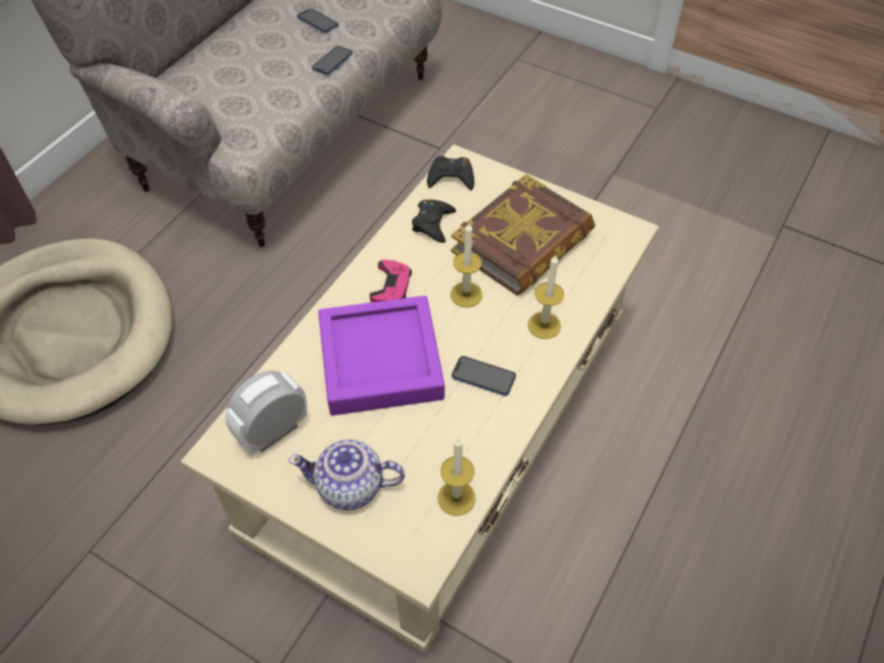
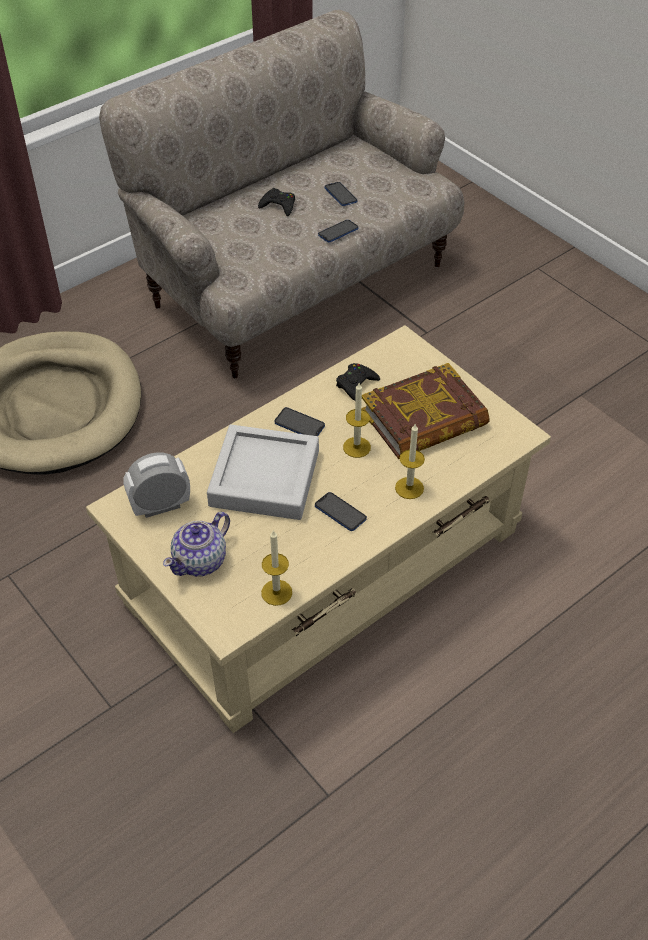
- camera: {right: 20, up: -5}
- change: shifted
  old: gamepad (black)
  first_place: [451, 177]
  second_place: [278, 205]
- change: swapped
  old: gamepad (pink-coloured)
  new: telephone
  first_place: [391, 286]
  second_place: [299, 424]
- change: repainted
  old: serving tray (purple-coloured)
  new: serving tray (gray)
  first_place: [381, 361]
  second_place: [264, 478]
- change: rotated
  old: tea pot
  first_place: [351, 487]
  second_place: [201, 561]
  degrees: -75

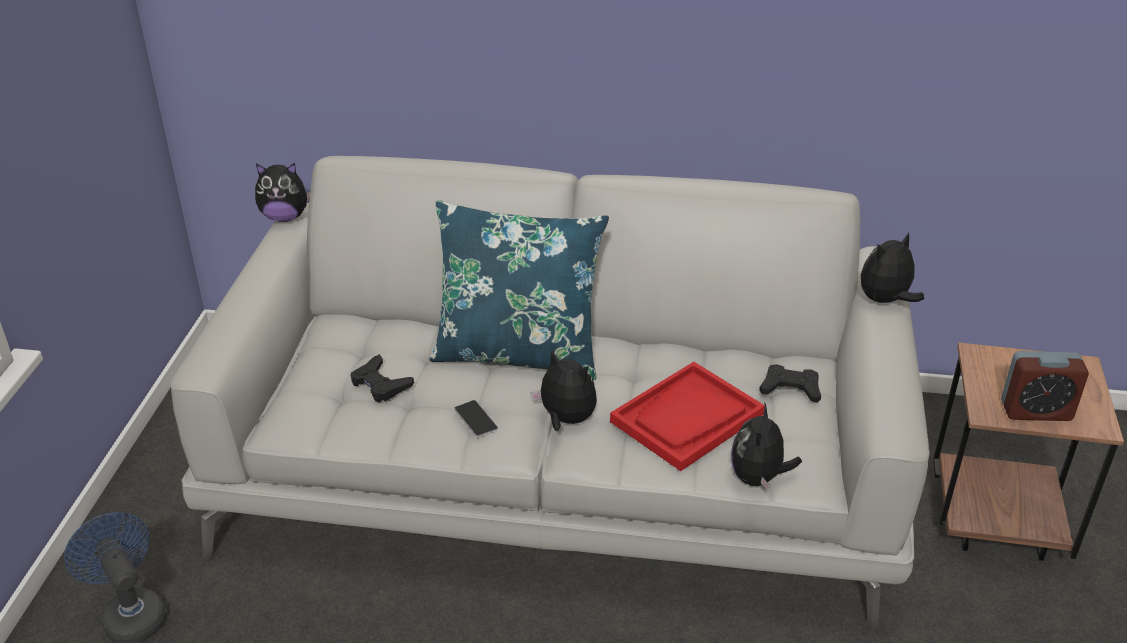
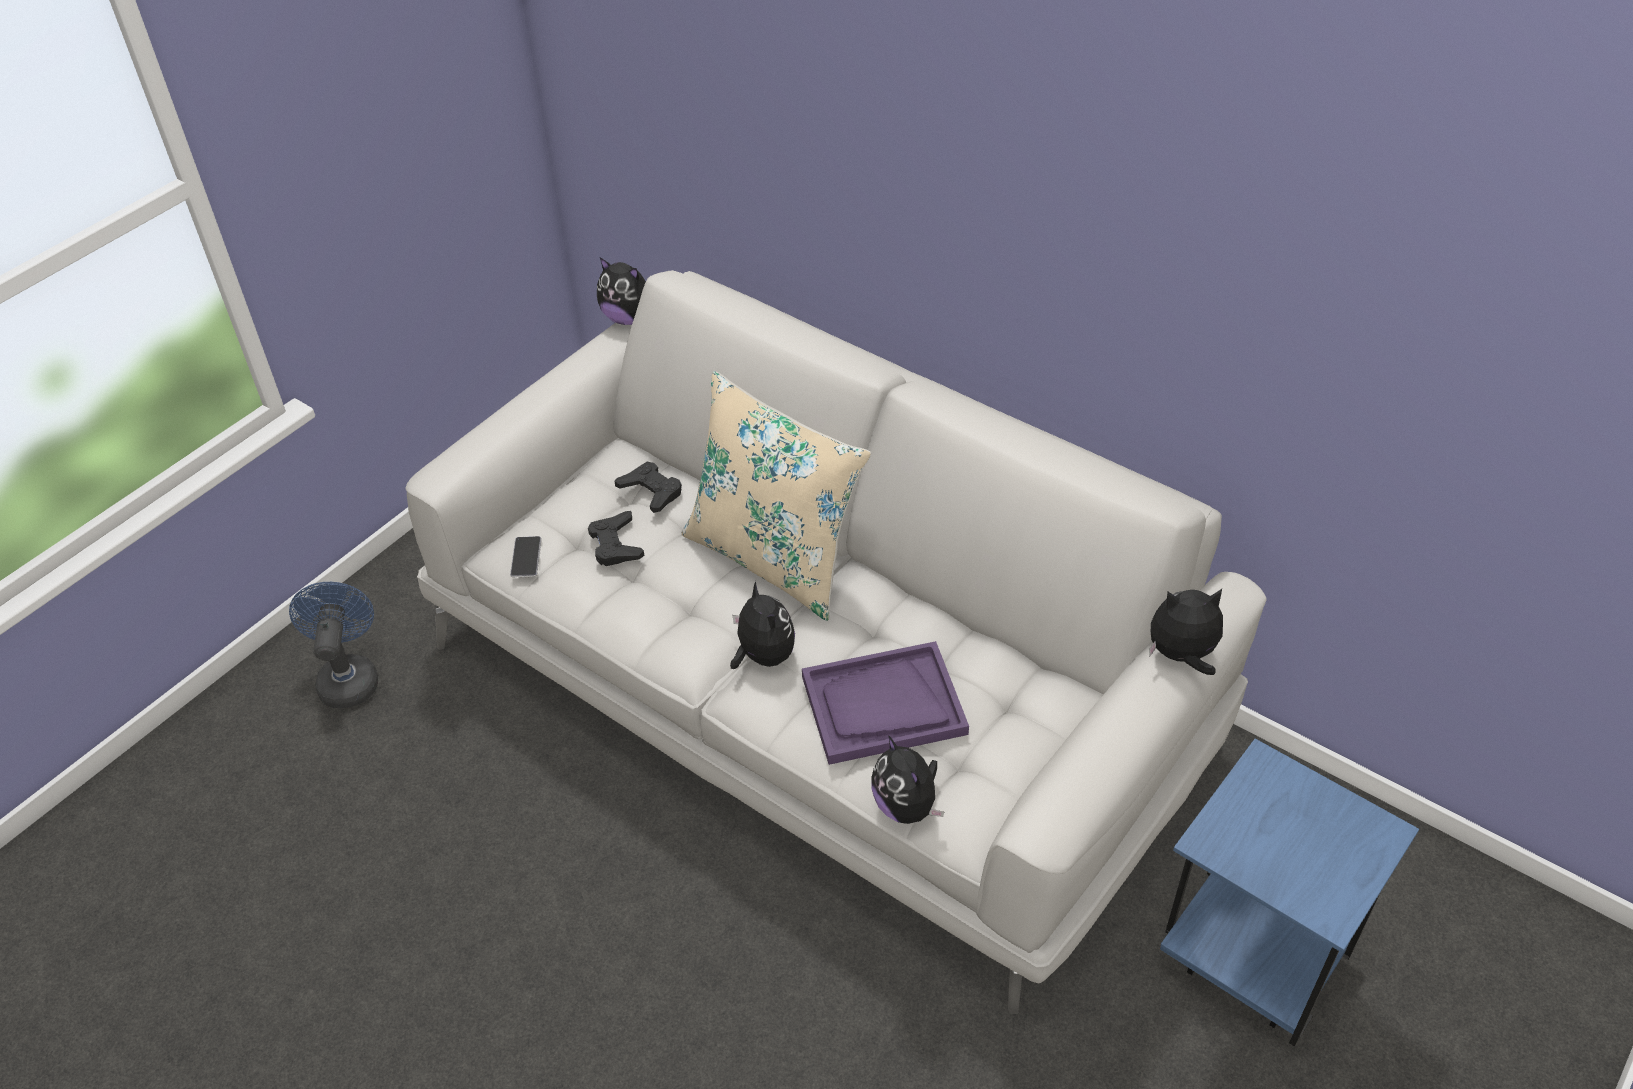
- camera: {right: 30, up: 10}
- change: repainted
  old: pillow (bluish)
  new: pillow (beige-coloured)
  first_place: [518, 353]
  second_place: [774, 557]
- change: repainted
  old: side table (brown-coloured)
  new: side table (bluish)
  first_place: [995, 524]
  second_place: [1253, 959]
- change: gone
  old: table clock
  first_place: [1036, 411]
- change: repainted
  old: serving tray (red-coloured)
  new: serving tray (purple-coloured)
  first_place: [687, 418]
  second_place: [883, 706]
- change: shifted
  old: gamepad (black)
  first_place: [790, 388]
  second_place: [651, 491]
- change: shifted
  old: telephone
  first_place: [476, 419]
  second_place: [526, 558]
- change: rotated
  old: cuddly toy
  first_place: [758, 478]
  second_place: [907, 806]
  degrees: -75

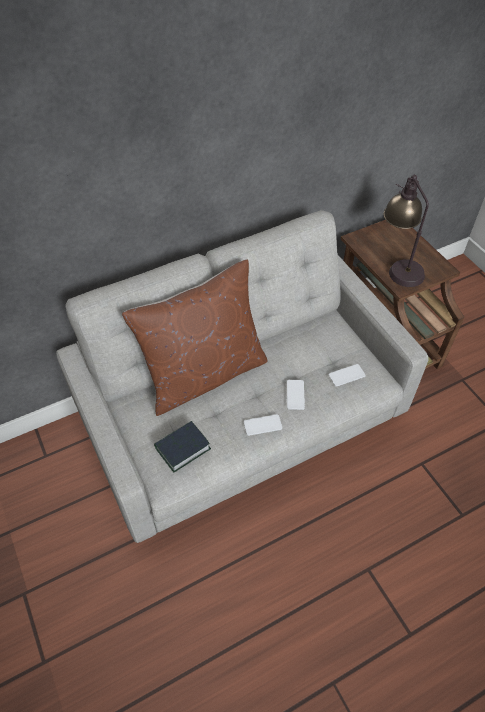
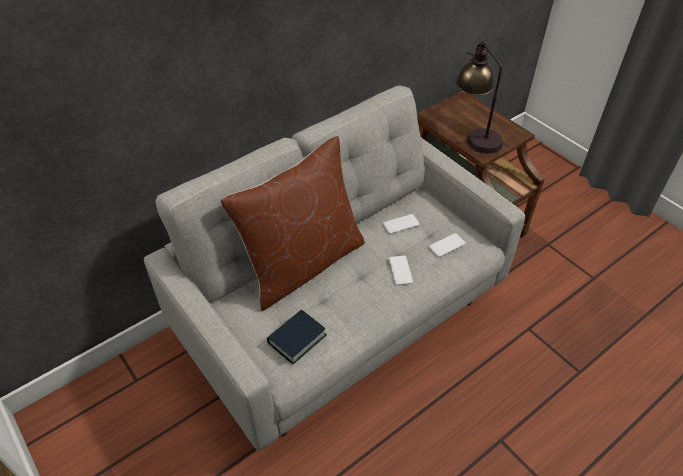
- camera: {right: -10, up: -5}
- change: shifted
  old: telephone
  first_place: [262, 425]
  second_place: [401, 224]

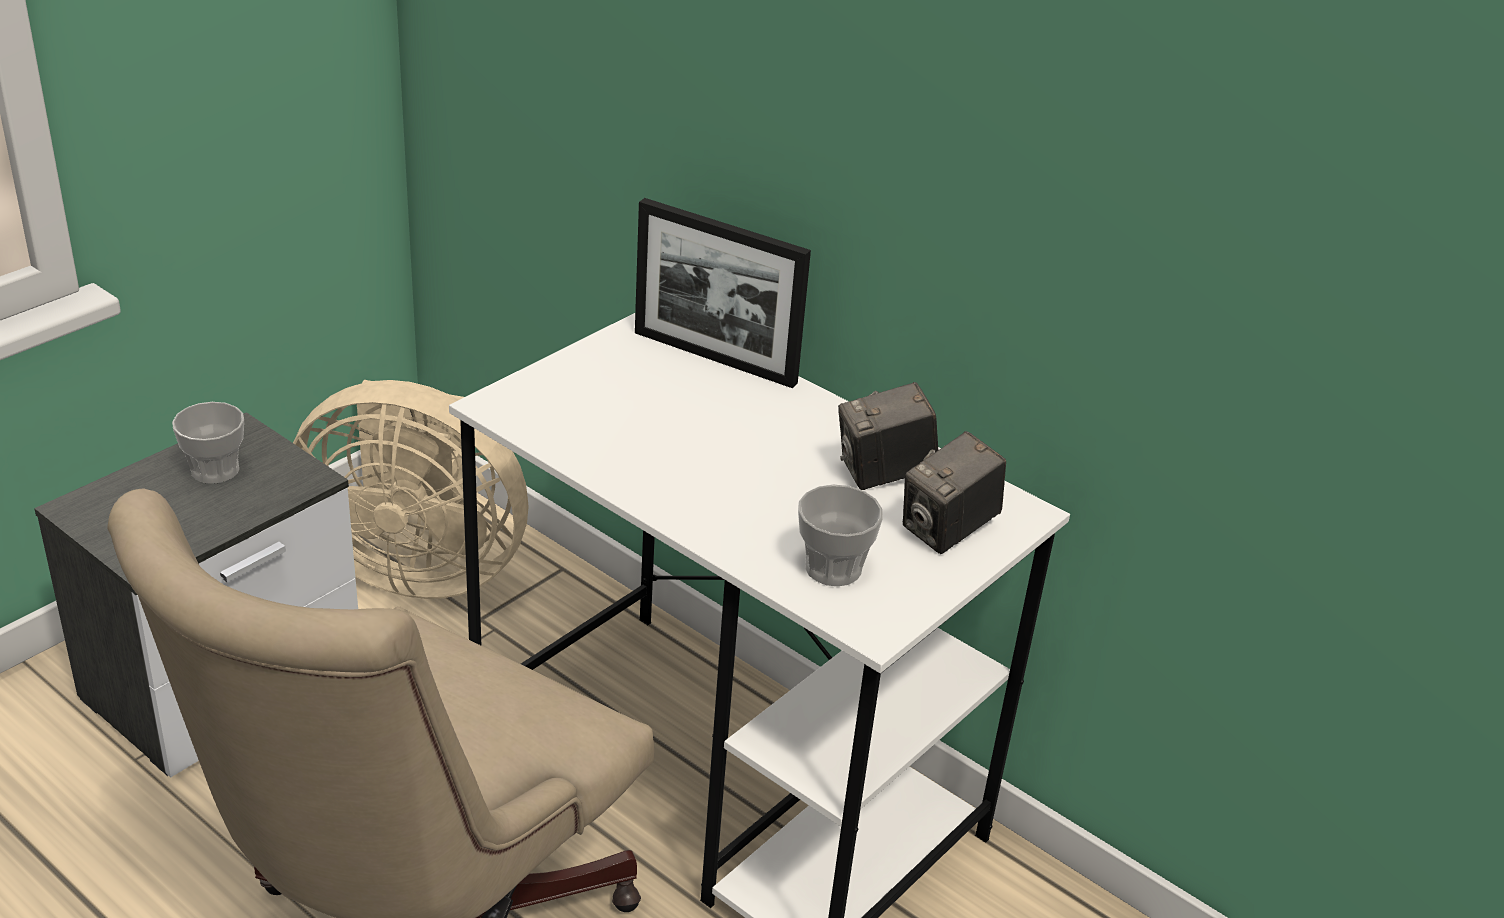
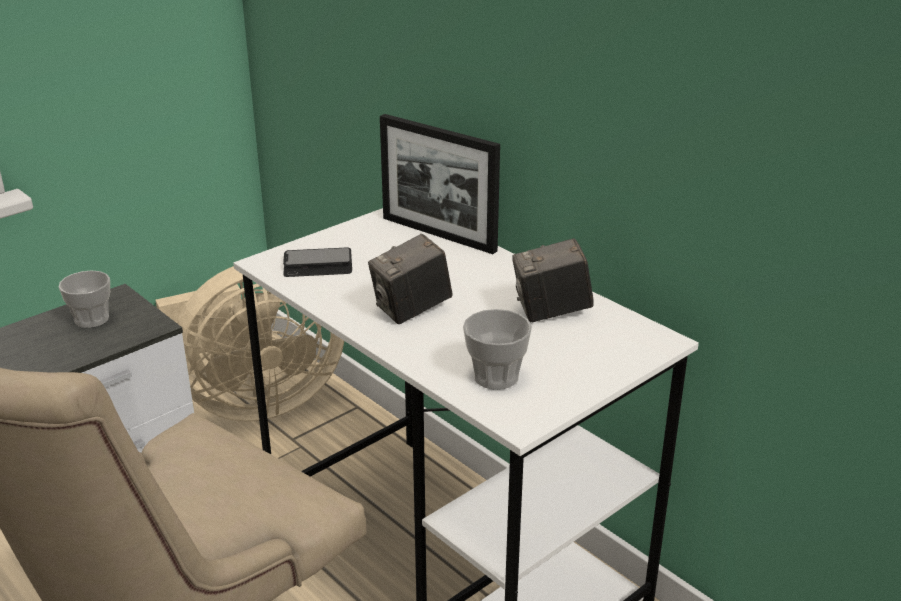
- camera: {right: 10, up: -5}
- change: rotated
  old: electric fan (beige-coloured)
  first_place: [416, 566]
  second_place: [255, 402]
  degrees: -45
- change: shifted
  old: still camera
  first_place: [947, 531]
  second_place: [411, 310]
- change: new
  new: telephone
  second_place: [318, 265]

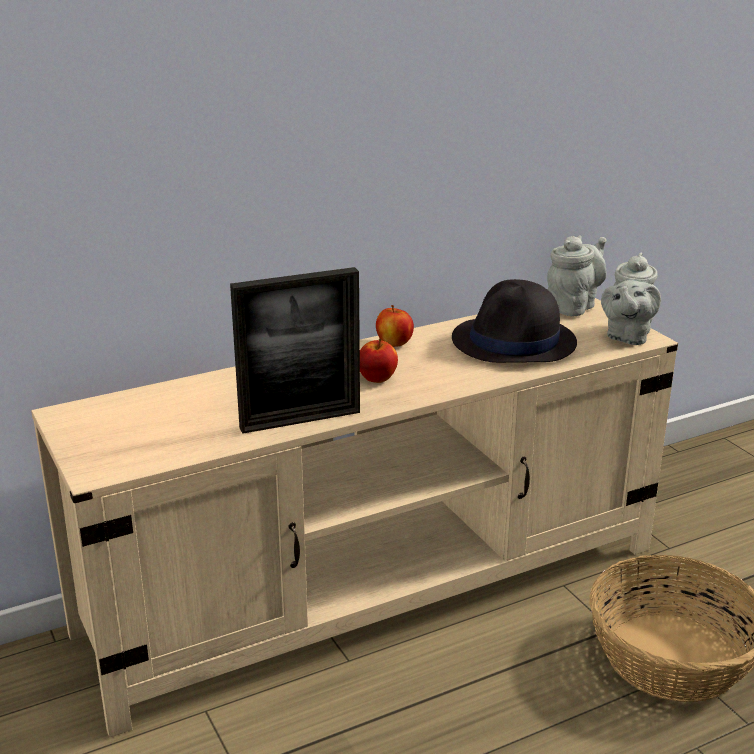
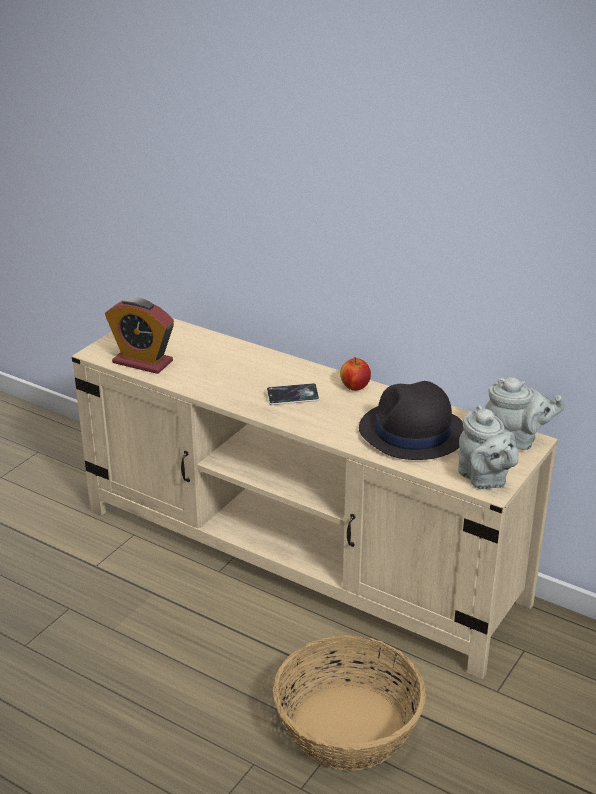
- camera: {right: 60, up: 5}
- change: rotated
  old: tea pot (gray)
  first_place: [627, 336]
  second_place: [484, 479]
  degrees: -105
- change: gone
  old: photo frame
  first_place: [300, 420]
- change: swapped
  old: apple fruit
  new: telephone
  first_place: [377, 378]
  second_place: [292, 397]
- change: new
  new: table clock
  second_place: [142, 362]

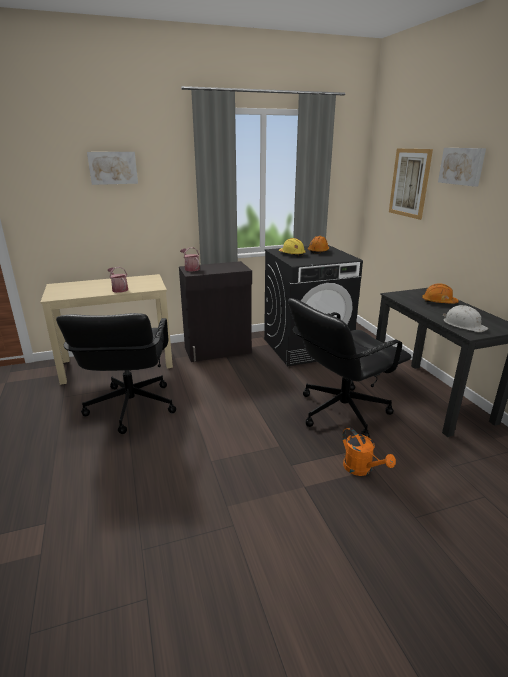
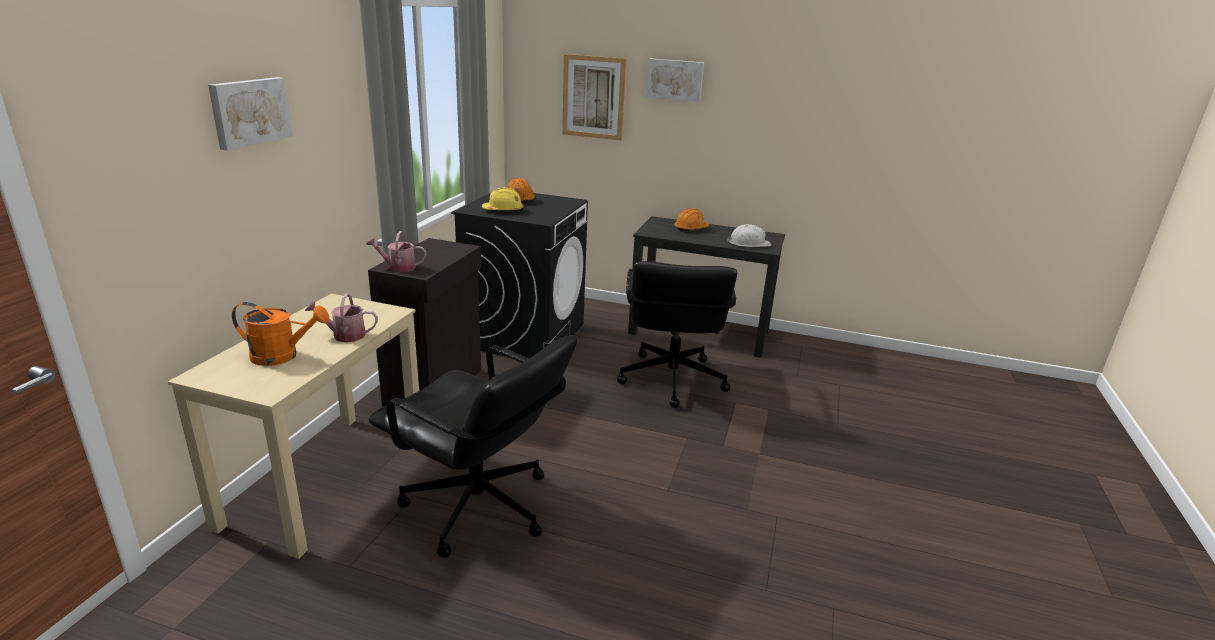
- camera: {right: -55, up: 0}
- change: shifted
  old: watering can (orange)
  first_place: [362, 469]
  second_place: [282, 356]

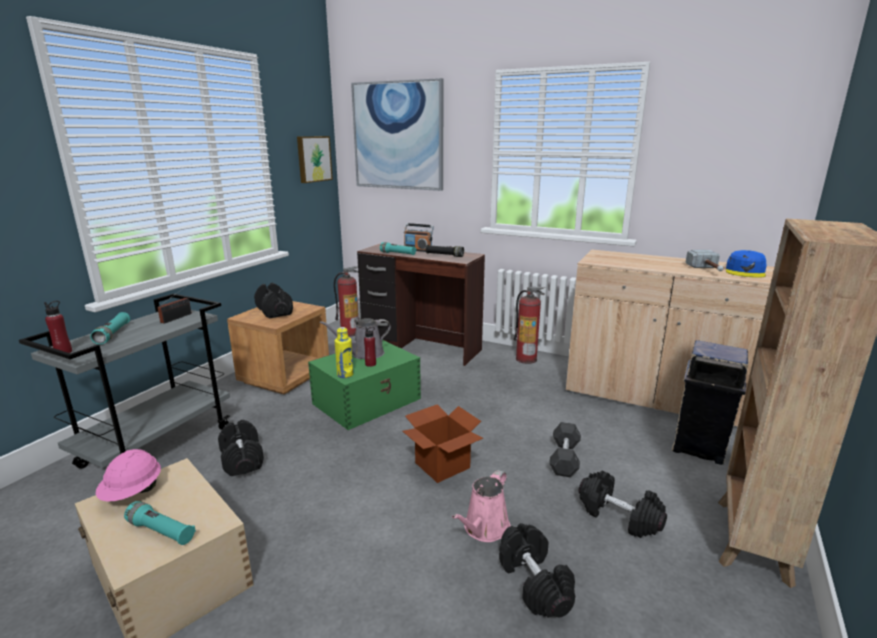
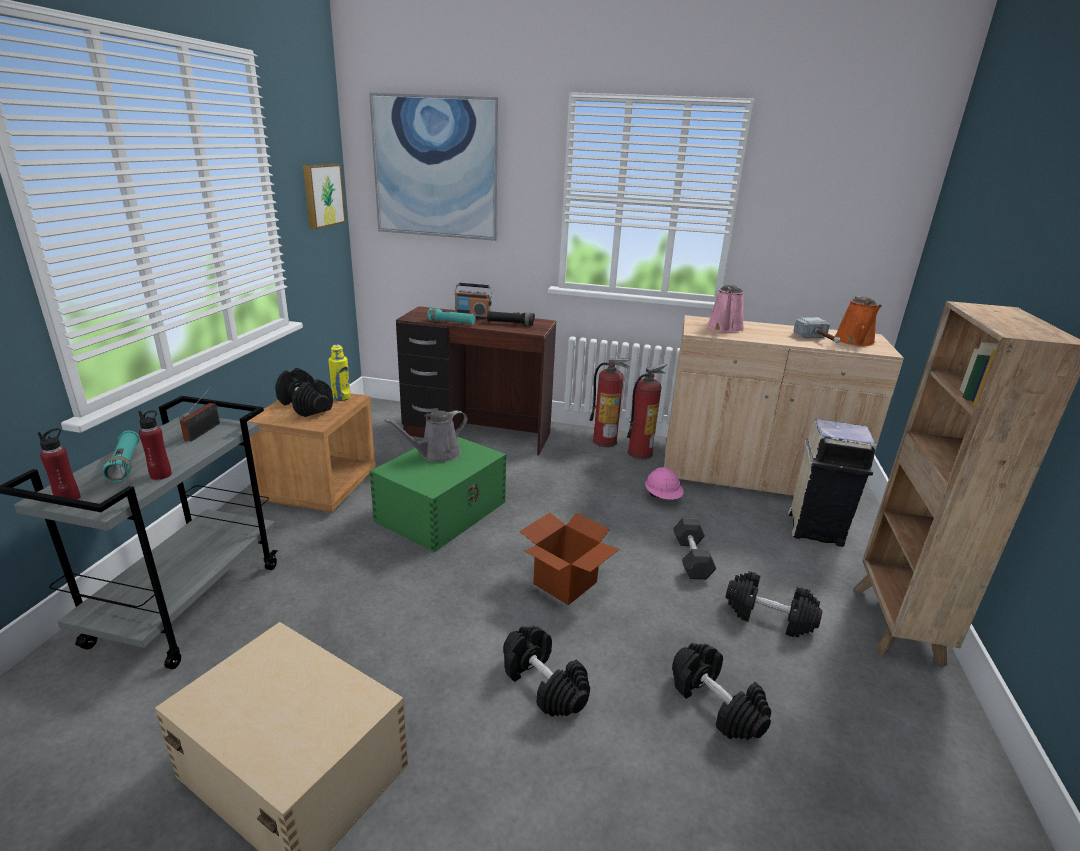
- camera: {right: -15, up: 5}
- change: swapped
  old: baseball cap (bluish)
  new: watering can (orange)
  first_place: [745, 272]
  second_place: [855, 341]
- change: shifted
  old: extinguisher
  first_place: [350, 333]
  second_place: [640, 453]
- change: shifted
  old: beverage bottle (yellow-coloured)
  first_place: [345, 375]
  second_place: [341, 398]
- change: shifted
  old: beverage bottle (red-coloured)
  first_place: [370, 364]
  second_place: [161, 475]
- change: shifted
  old: hand weight (black)
  first_place: [241, 459]
  second_place: [543, 684]
- change: shifted
  old: work helmet (pink-coloured)
  first_place: [133, 493]
  second_place: [662, 497]
- change: shifted
  old: watering can (pink-coloured)
  first_place: [484, 529]
  second_place: [725, 328]
- change: gone
  old: hand torch (turquoise-coloured)
  first_place: [161, 531]

